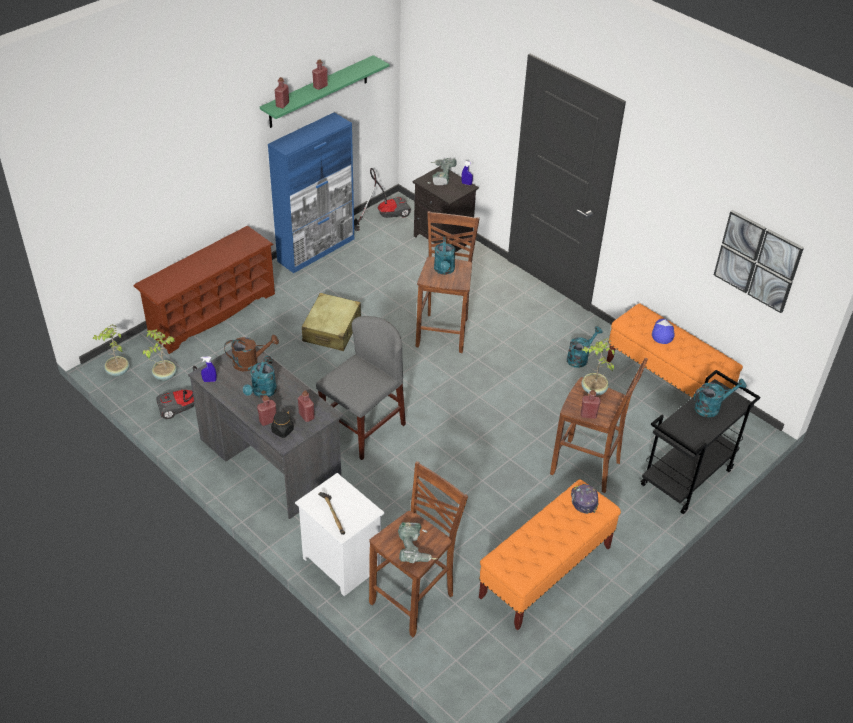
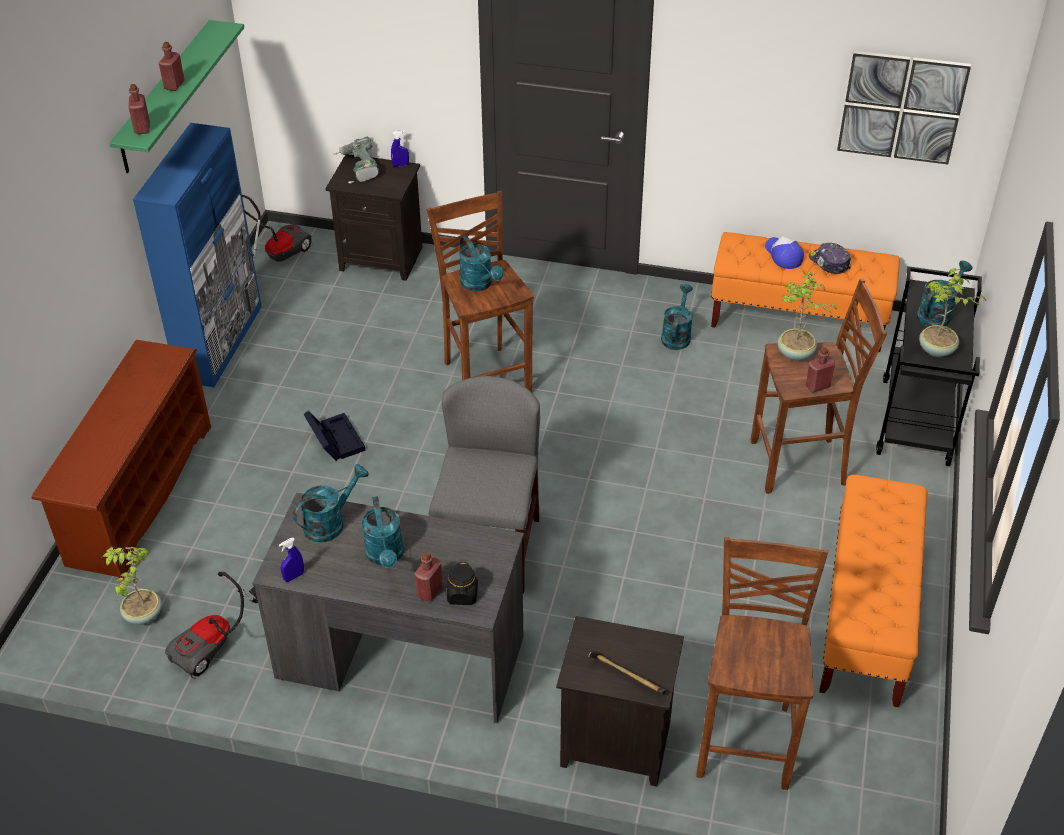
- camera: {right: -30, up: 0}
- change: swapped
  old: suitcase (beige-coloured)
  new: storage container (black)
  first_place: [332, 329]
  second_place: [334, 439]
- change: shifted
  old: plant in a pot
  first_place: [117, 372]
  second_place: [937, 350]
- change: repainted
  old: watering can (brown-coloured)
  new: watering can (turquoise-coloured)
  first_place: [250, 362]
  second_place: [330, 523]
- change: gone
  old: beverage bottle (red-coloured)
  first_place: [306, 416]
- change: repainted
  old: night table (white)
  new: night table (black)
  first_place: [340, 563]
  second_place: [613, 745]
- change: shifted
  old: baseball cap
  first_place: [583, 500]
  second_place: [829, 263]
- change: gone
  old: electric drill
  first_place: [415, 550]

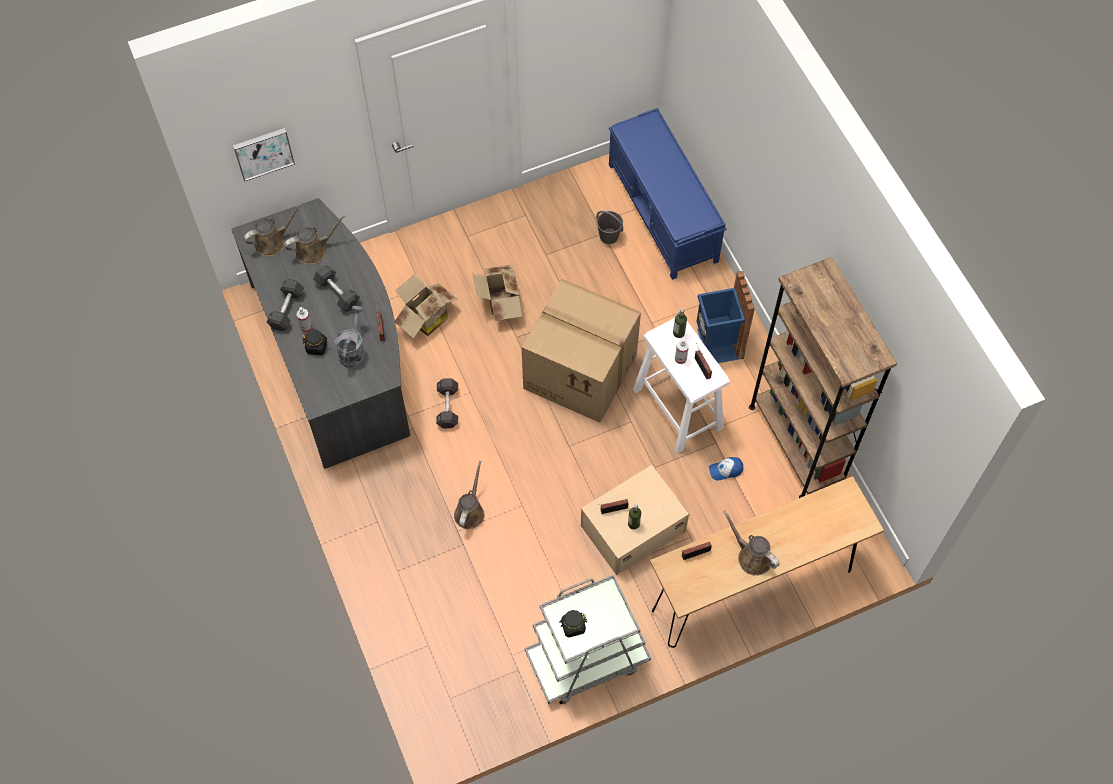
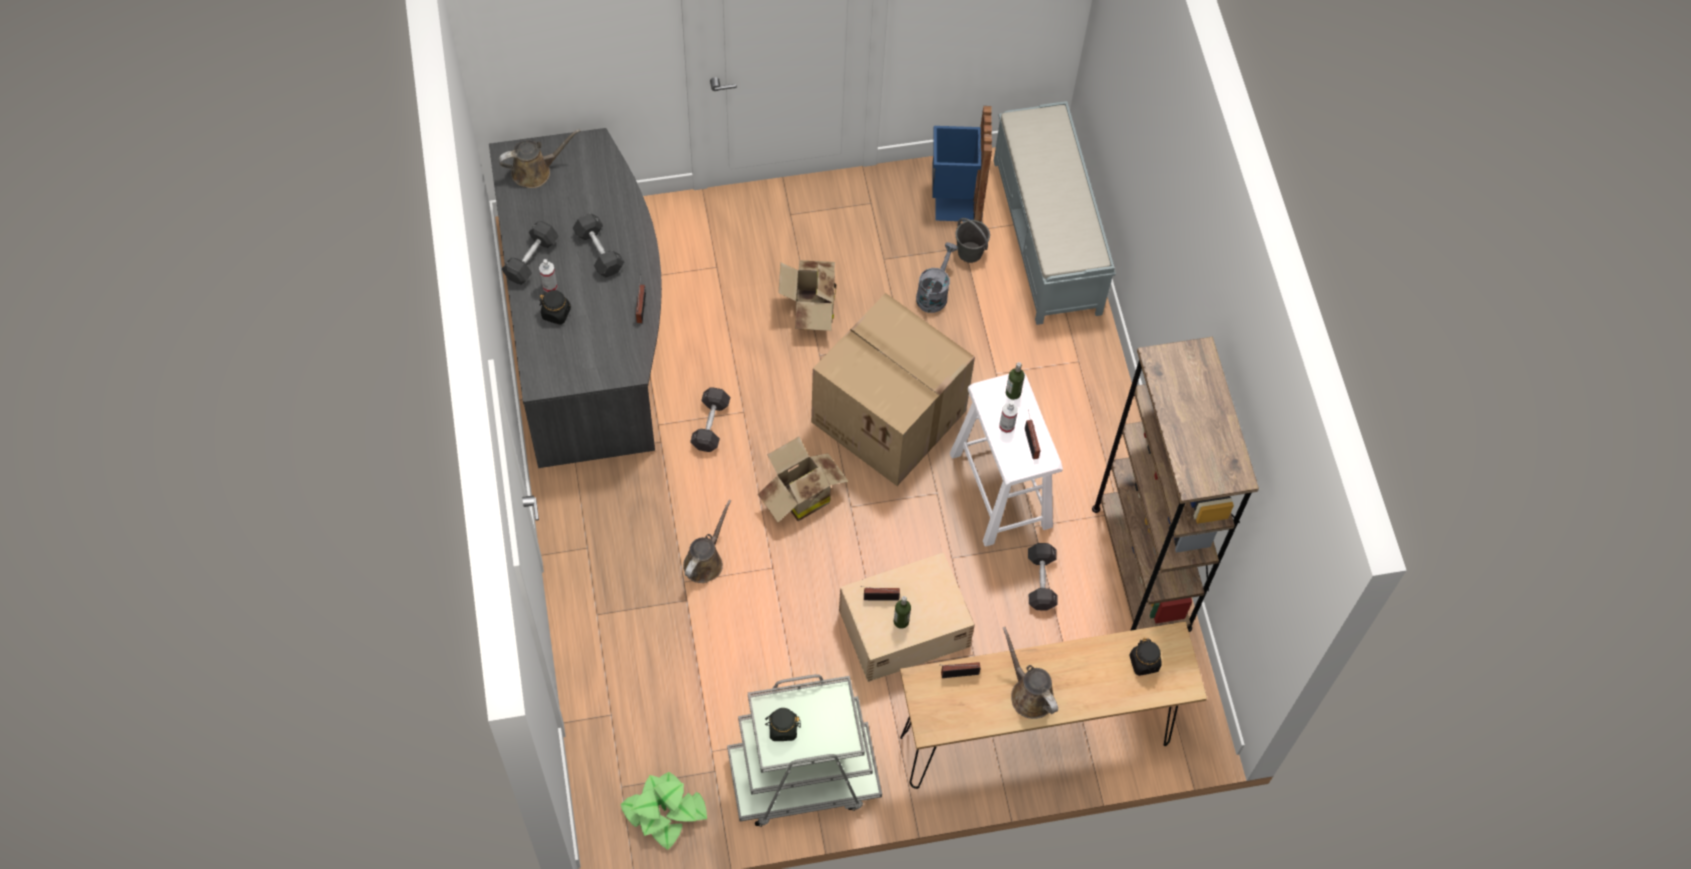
- camera: {right: 10, up: 0}
- change: repainted
  old: indoor bench (bluish)
  new: indoor bench (gray)
  first_place: [663, 213]
  second_place: [1047, 238]
- change: gone
  old: picture
  first_place: [263, 152]
- change: gone
  old: watering can (brown-coloured)
  first_place: [313, 250]
- change: shifted
  old: trash can (bluish)
  first_place: [717, 344]
  second_place: [955, 199]
- change: shifted
  old: carton
  first_place: [424, 318]
  second_place: [799, 496]
- change: shifted
  old: watering can (gray)
  first_place: [353, 350]
  second_place: [934, 293]
- change: swapped
  old: baseball cap
  new: hand weight (gray)
  first_place: [725, 470]
  second_place: [1041, 581]
- change: new
  new: preserve jar (black)
  second_place: [1144, 663]
- change: new
  new: plant in a pot
  second_place: [665, 812]

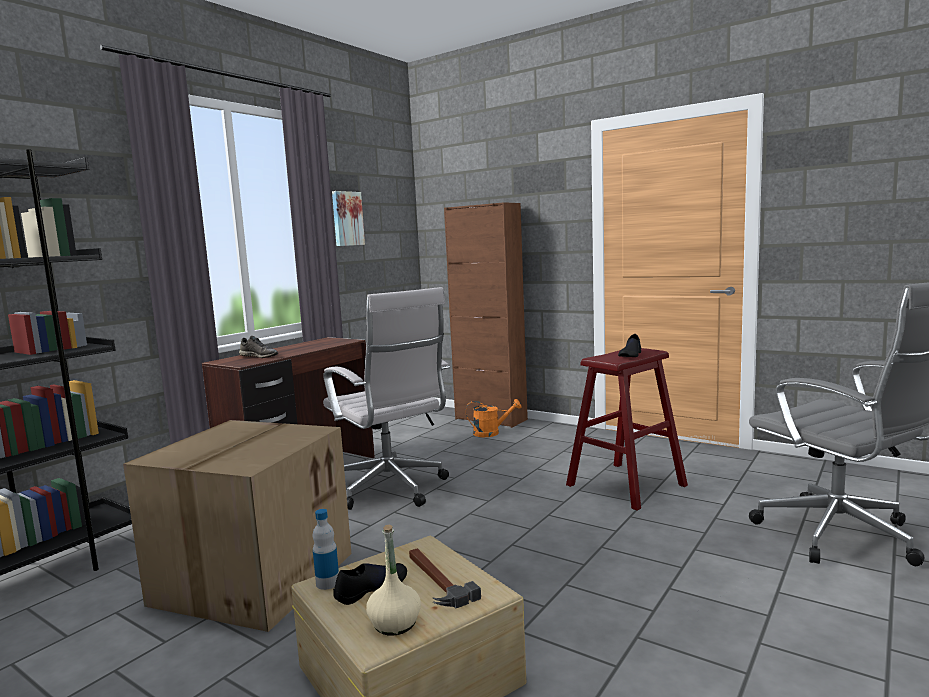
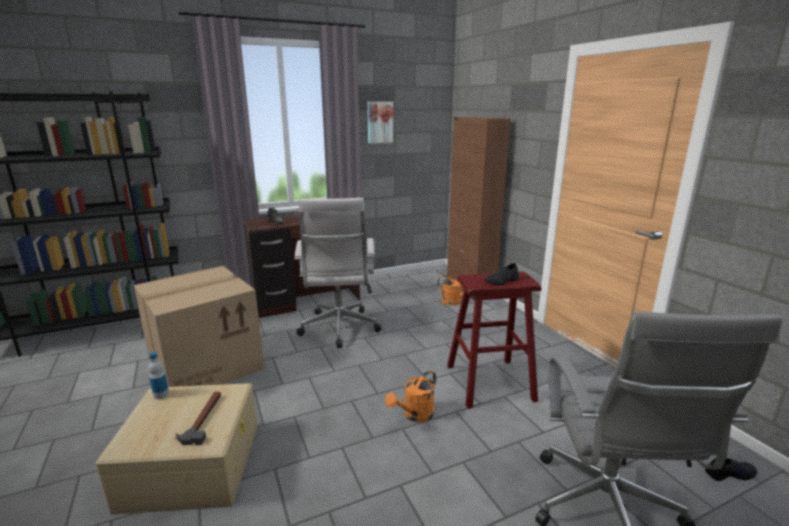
- camera: {right: 30, up: 10}
- change: gone
  old: beverage bottle (beige-coloured)
  first_place: [395, 623]
- change: shifted
  old: shoe (black)
  first_place: [371, 588]
  second_place: [729, 474]
- change: new
  new: watering can (orange)
  second_place: [415, 415]

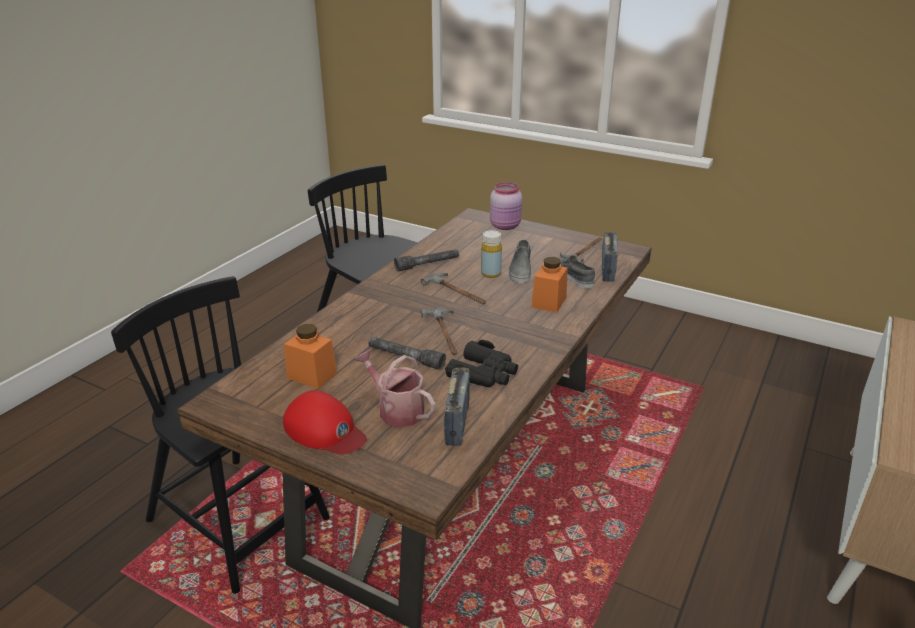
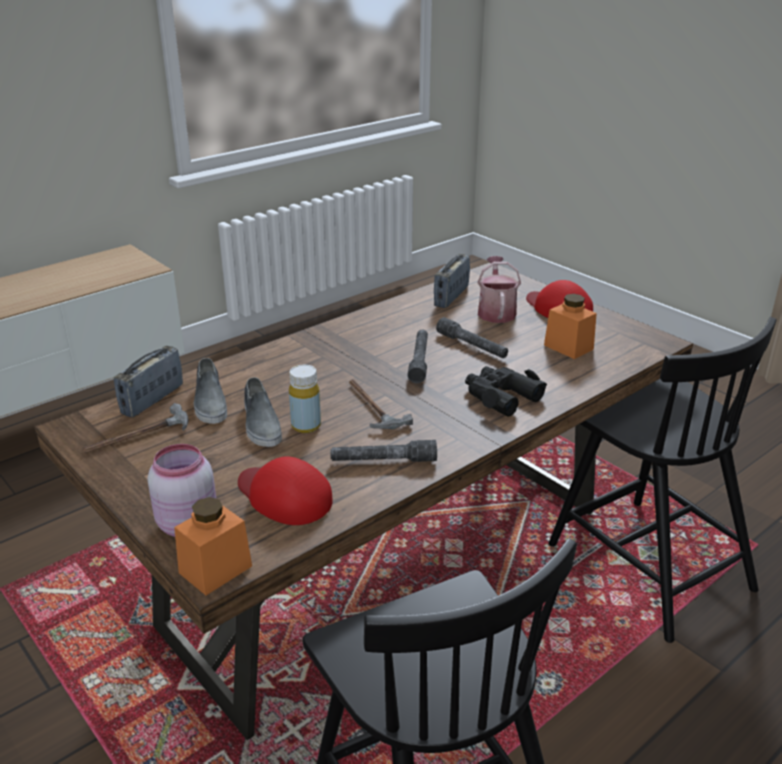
- camera: {right: -160, up: 0}
- change: rotated
  old: shoe (gray)
  first_place: [520, 270]
  second_place: [261, 424]
  degrees: 135
- change: shifted
  old: preserve jar (orange)
  first_place: [549, 302]
  second_place: [215, 569]
- change: swapped
  old: tool hammer
  new: hand torch (gray)
  first_place: [445, 333]
  second_place: [419, 361]
- change: shifted
  old: pair of binoculars (black)
  first_place: [484, 374]
  second_place: [500, 396]
- change: rotated
  old: watering can
  first_place: [396, 410]
  second_place: [496, 311]
  degrees: -150
- change: new
  new: baseball cap (red-coloured)
  second_place: [284, 496]

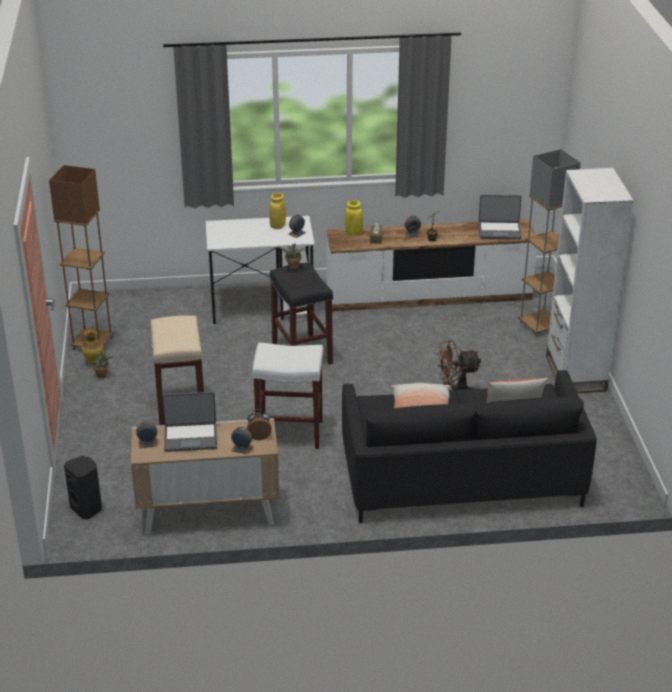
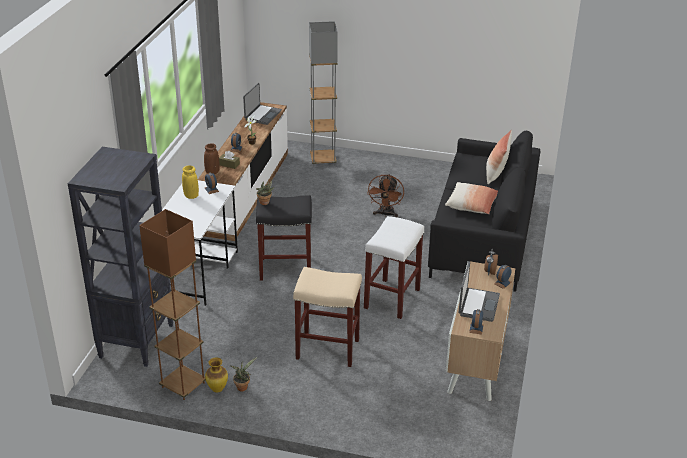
- camera: {right: -70, up: 0}
- change: gone
  old: bookcase (white)
  first_place: [575, 373]
- change: repainted
  old: flower vase (yellow-coloured)
  new: flower vase (brown-coloured)
  first_place: [353, 233]
  second_place: [212, 172]
- change: gone
  old: loudspeaker (black)
  first_place: [87, 508]
- change: new
  new: bookcase (black)
  second_place: [137, 340]

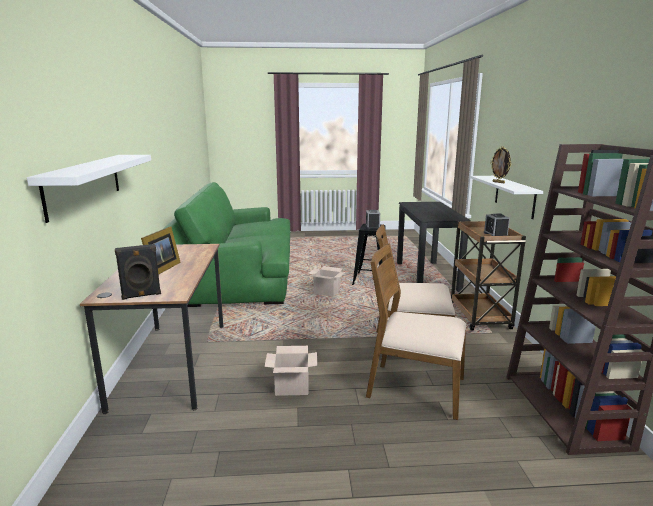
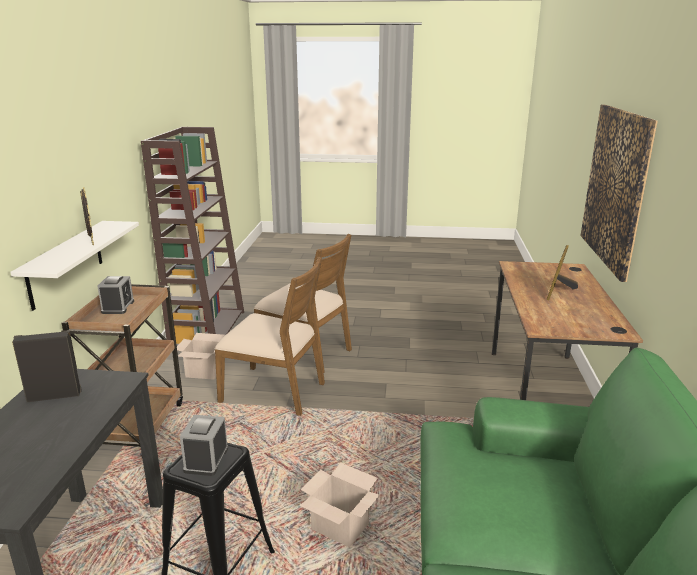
- camera: {right: -170, up: 5}
- change: swapped
  old: wall shelf (white)
  new: picture
  first_place: [84, 184]
  second_place: [616, 187]
- change: shifted
  old: loudspeaker (black)
  first_place: [141, 295]
  second_place: [54, 395]
- change: shifted
  old: carton
  first_place: [293, 387]
  second_place: [203, 372]

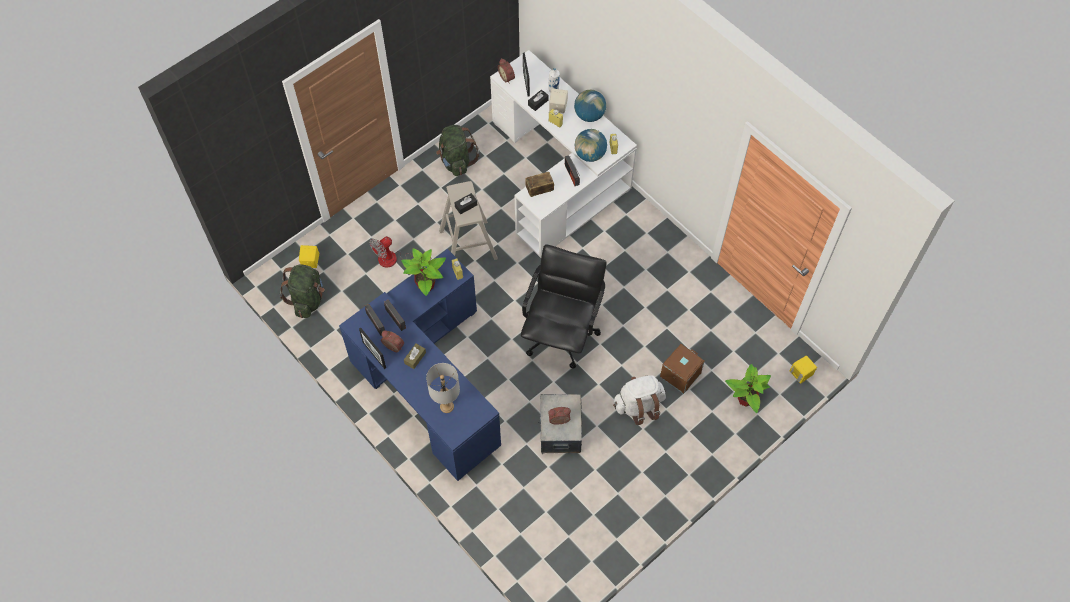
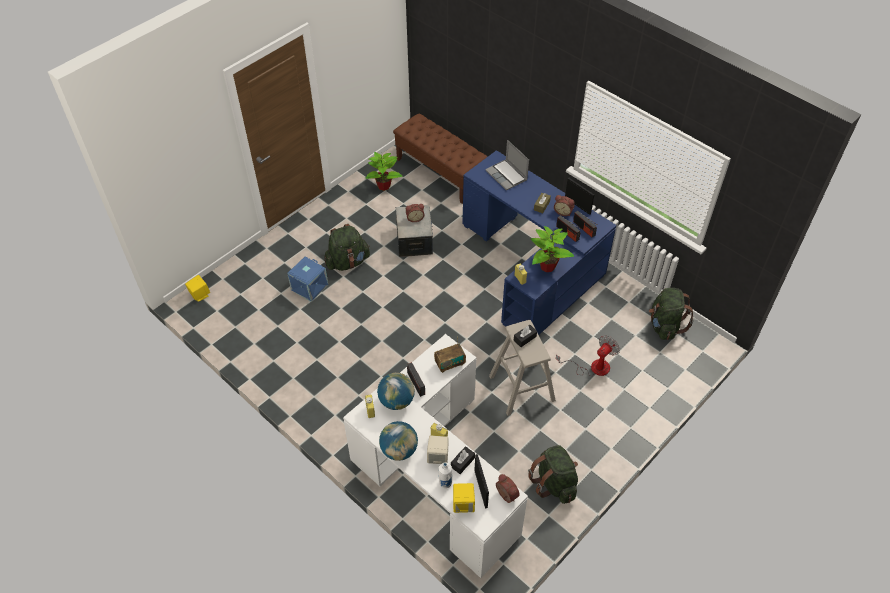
- camera: {right: 175, up: -10}
- change: shifted
  old: loudspeaker (yellow-coloured)
  first_place: [310, 262]
  second_place: [463, 504]
- change: gone
  old: office chair (black)
  first_place: [561, 333]
- change: repainted
  old: storage container (brown-coloured)
  new: storage container (bluish)
  first_place: [680, 374]
  second_place: [310, 288]
- change: swapped
  old: tabletop lamp (gray)
  new: laptop
  first_place: [446, 406]
  second_place: [507, 175]
- change: shifted
  old: plant in a pot
  first_place: [745, 399]
  second_place: [384, 186]
- change: repainted
  old: backpack (white)
  new: backpack (greenish)
  first_place: [638, 406]
  second_place: [347, 262]
- change: new
  new: indoor bench (brown-coloured)
  second_place: [440, 173]

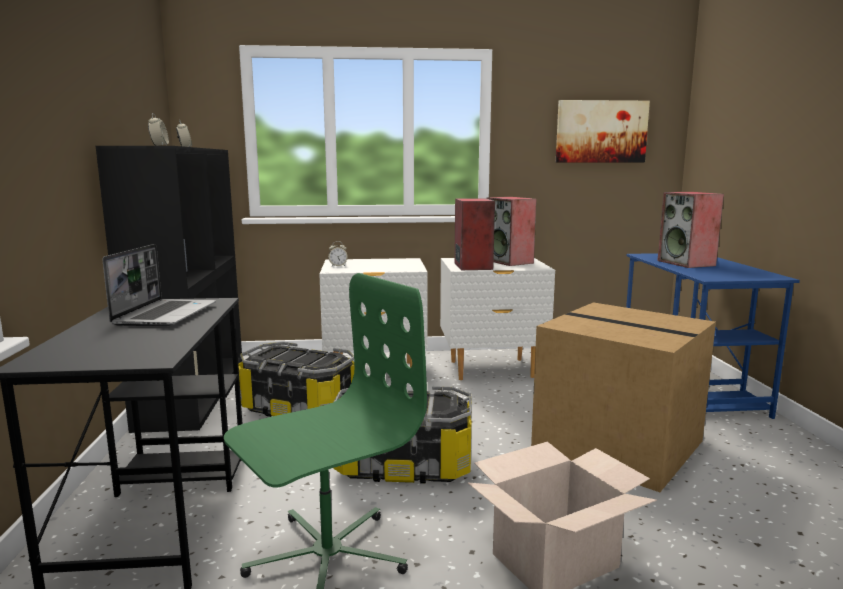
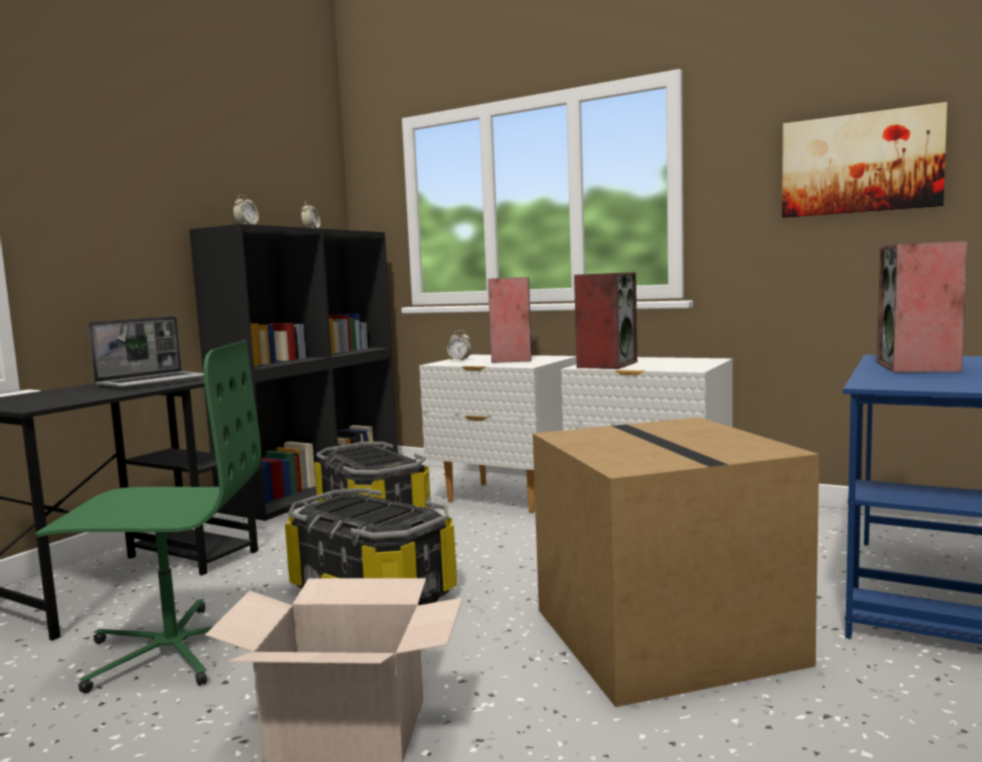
- camera: {right: 35, up: -5}
- change: shifted
  old: loudspeaker
  first_place: [510, 261]
  second_place: [513, 359]

